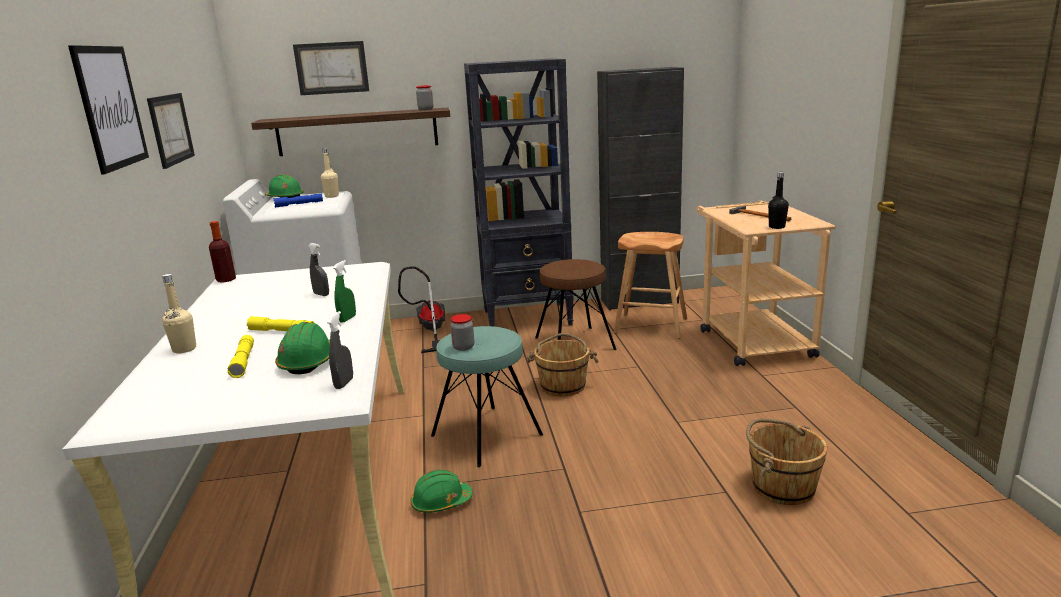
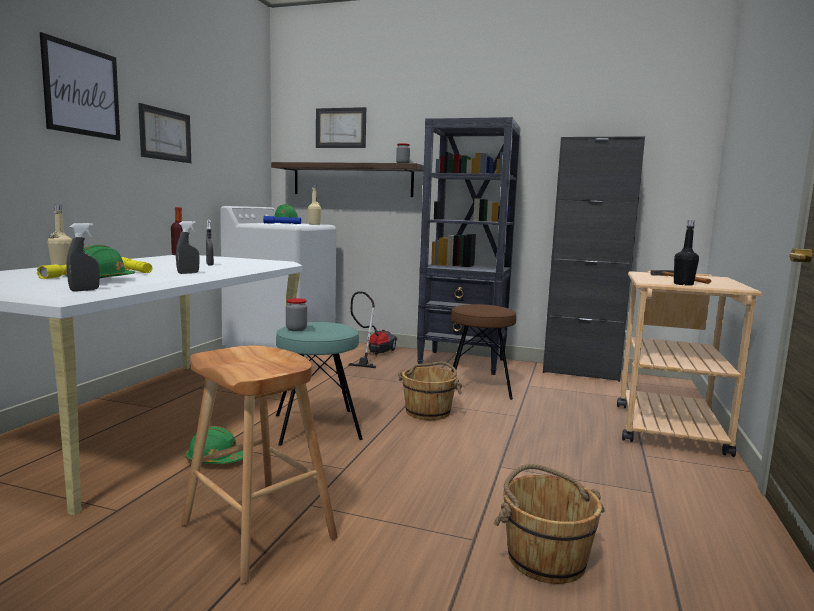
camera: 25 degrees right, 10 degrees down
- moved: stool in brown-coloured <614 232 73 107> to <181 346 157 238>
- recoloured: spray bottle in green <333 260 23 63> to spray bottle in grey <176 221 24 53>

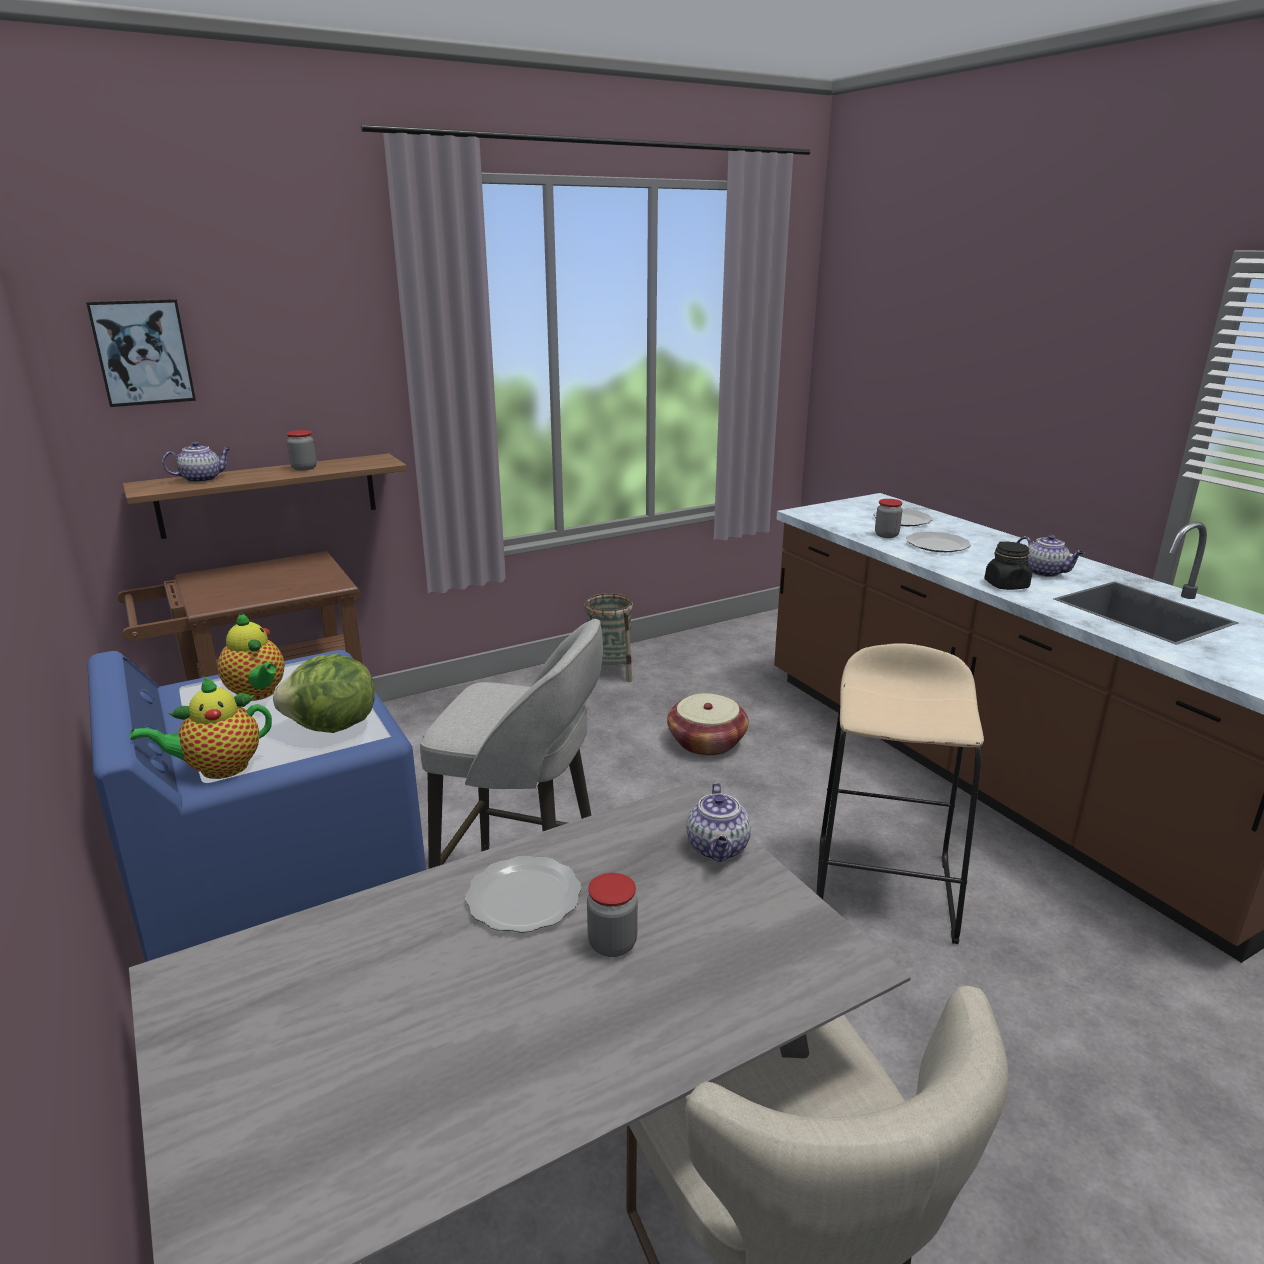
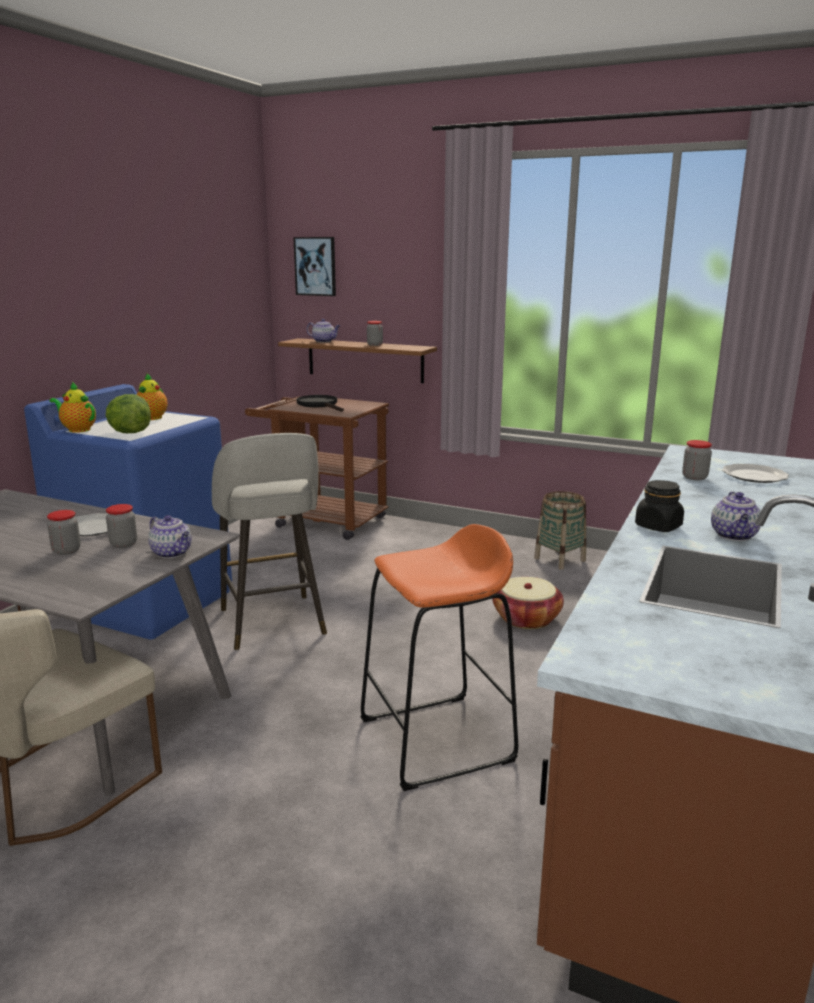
camera: 55 degrees right, 5 degrees down
- removed: dinner plate <906 532 65 20>
- added: preserve jar <106 504 31 44>
- added: frying pan in black <297 395 47 17>
- recoloured: stool in sand-coloured <816 643 168 301> to stool in orangey <360 524 158 267>
- turned: teapot <686 783 65 79> = <148 515 44 43> 105 degrees counterclockwise

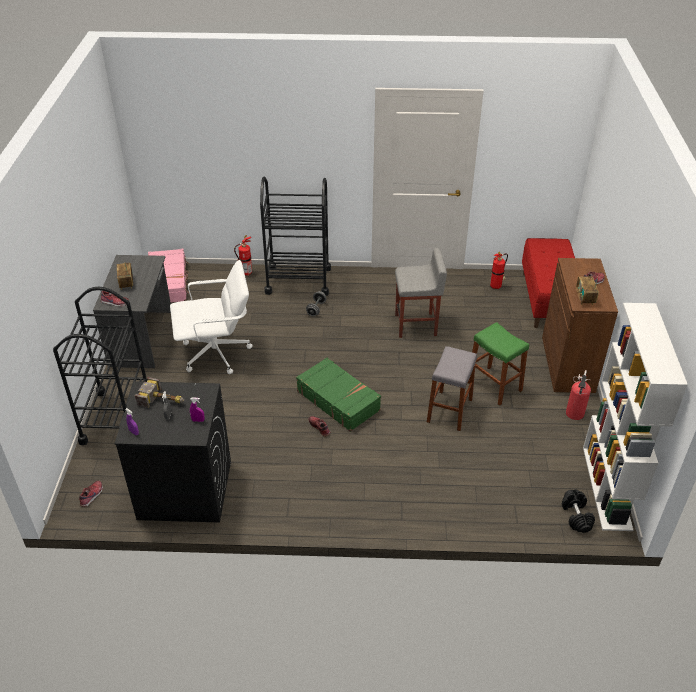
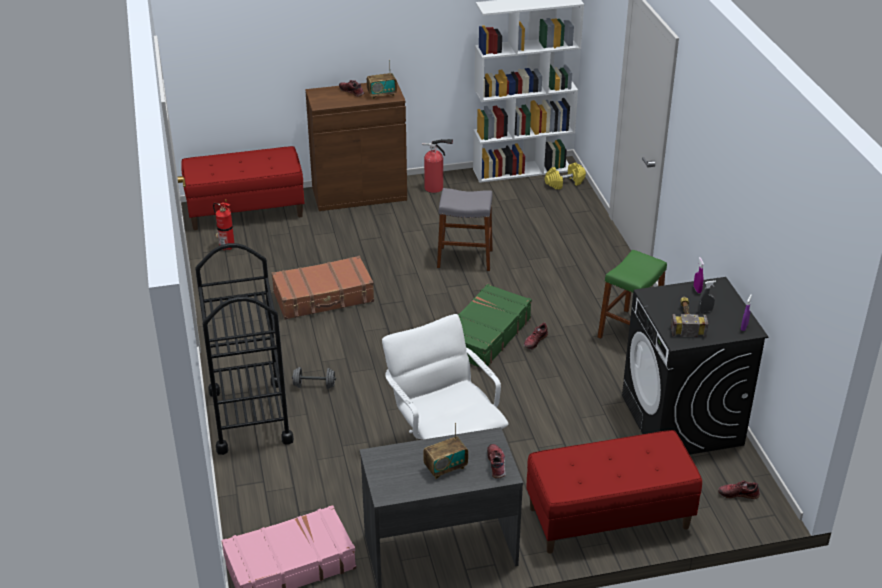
camera: 105 degrees left, 5 degrees down
- removed: fire-fighting cylinder <234 235 18 41>
- moved: stool in green <469 322 60 84> to <598 250 69 89>
- replaced: trolley in black <53 287 94 158> to bench in reddish <526 430 176 124>
- replaced: stool in grey <395 248 52 90> to travel case in brown-coloured <272 256 102 63>
- recoloured: free weight in black <562 489 33 44> to free weight in yellow-coloured <545 163 41 27>

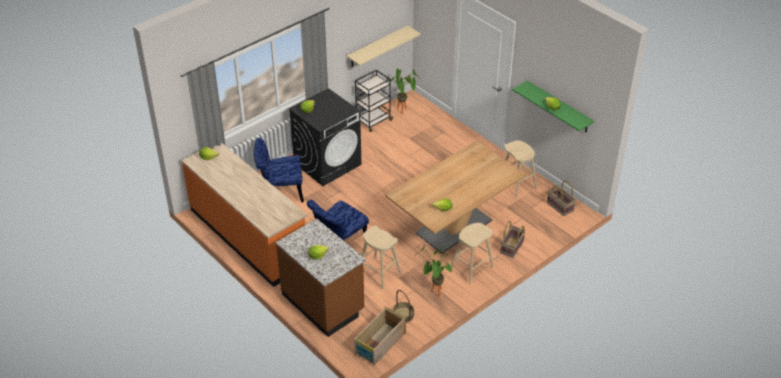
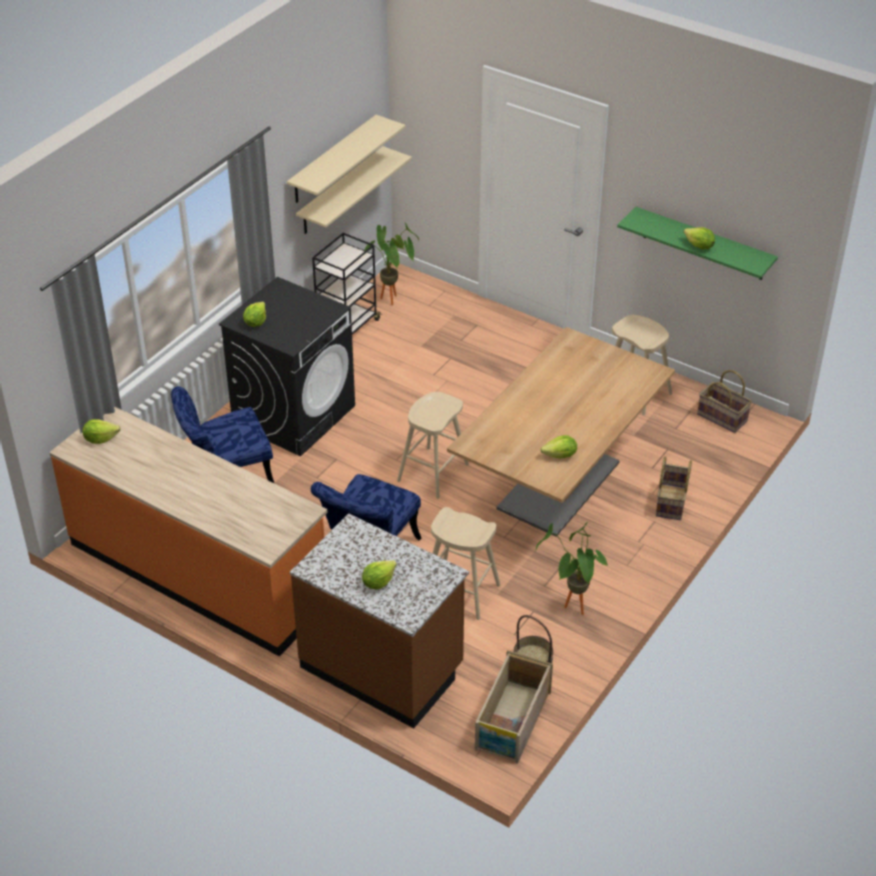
camera: 15 degrees left, 0 degrees up
- added: bracket shelf in sand-coloured <287 115 119 88>
- moved: stool in sand-coloured <451 223 43 61> to <397 392 72 107>

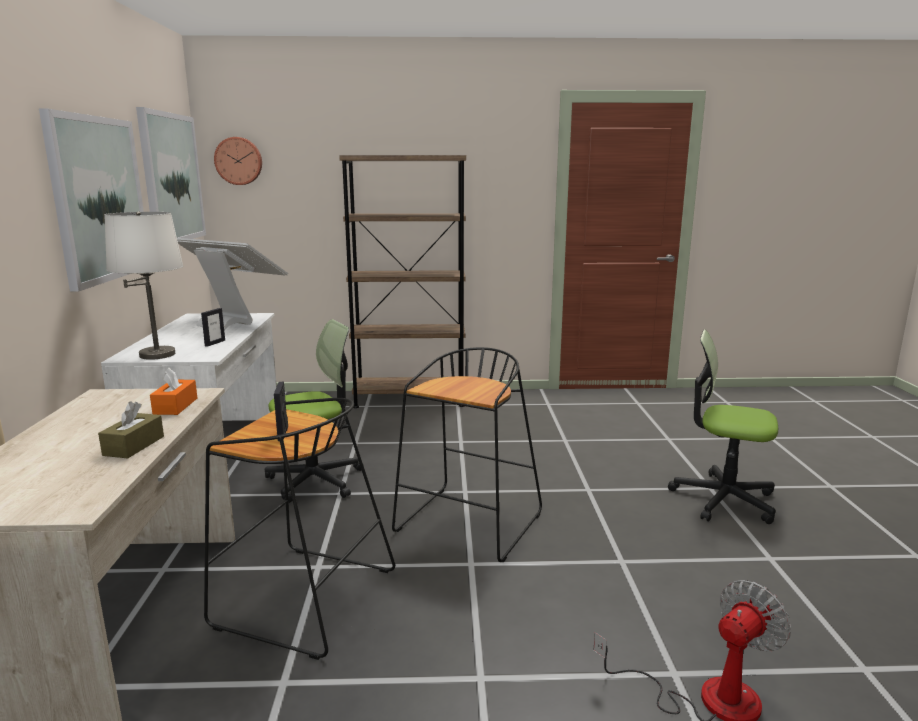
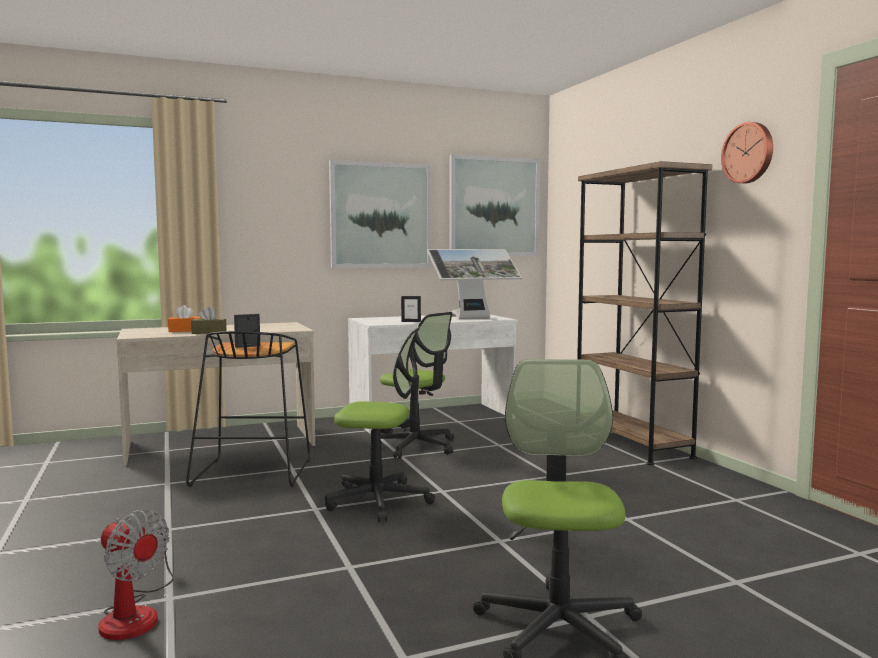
camera: 70 degrees right, 10 degrees down
- removed: tabletop lamp in white-coloured <104 211 79 149>
- moved: tissue box in orangey <150 368 47 47> to <168 305 33 27>
- moved: hanging clock <214 137 48 48> to <721 122 52 61>
- replaced: stool in black <392 347 150 215> to desk chair <325 327 110 195>
- turned: monitor <177 238 111 93> = <427 249 95 70> 60 degrees clockwise

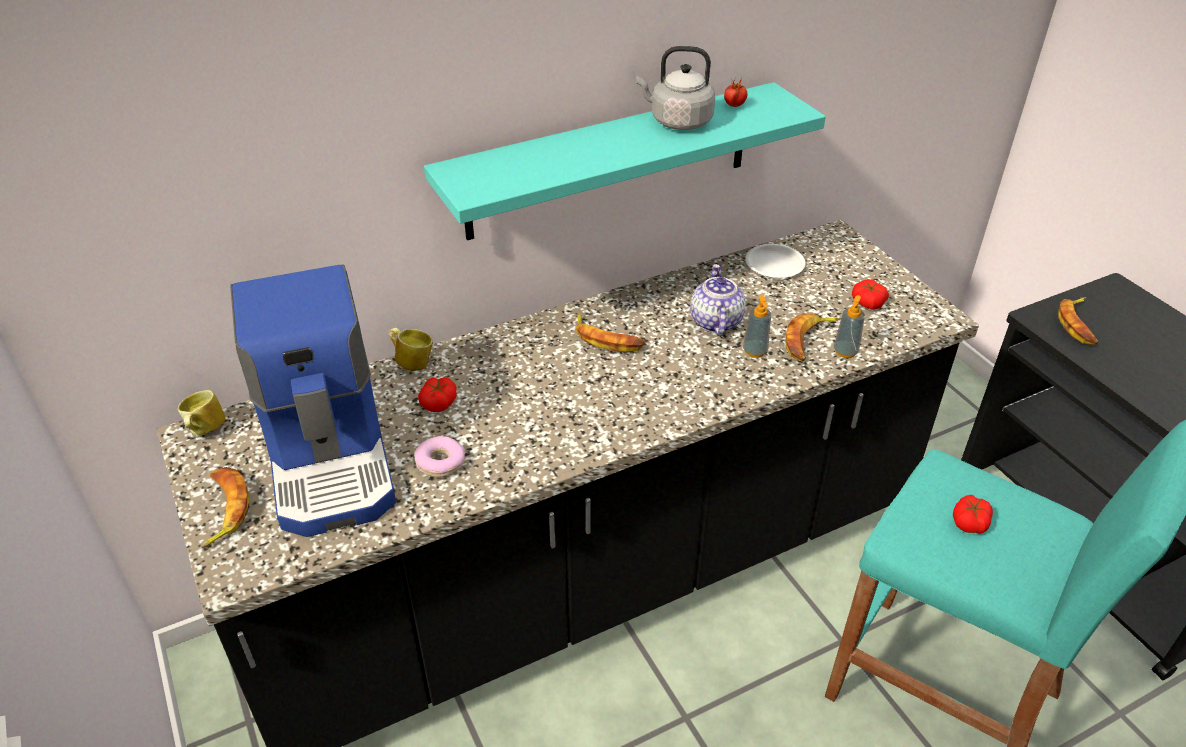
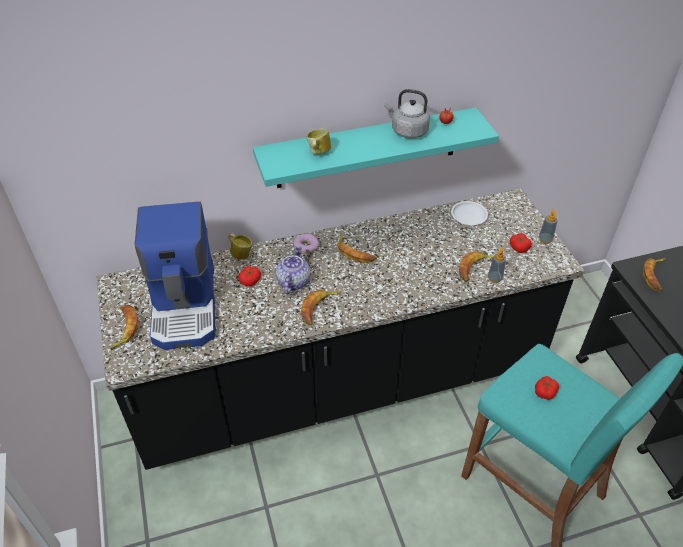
camera: 10 degrees right, 5 degrees up
- added: whole banana <301 289 40 36>
- moved: coffee mug <178 390 47 46> to <307 128 24 27>
- moved: donut <414 436 51 41> to <294 233 25 21>
- moved: teapot <690 264 56 72> to <276 245 34 49>
- moved: soap bottle <743 295 28 63> to <539 209 19 35>

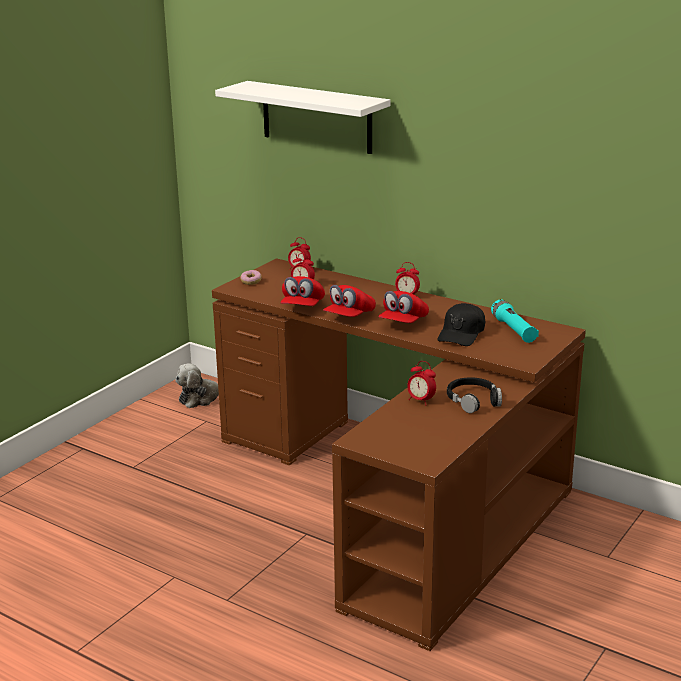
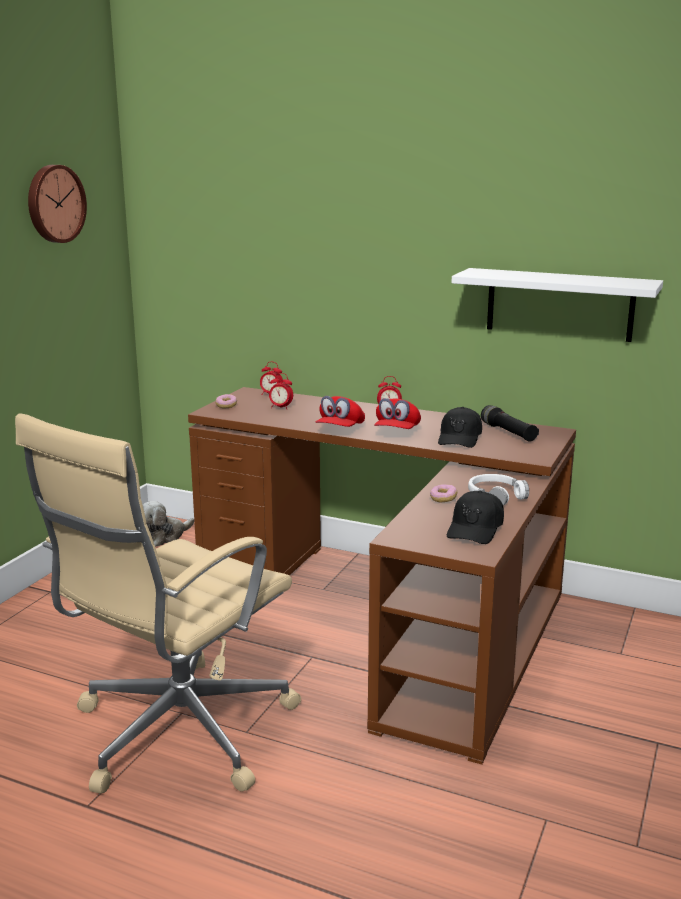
camera: 10 degrees left, 5 degrees down
- removed: peaked cap in reddish <281 276 44 30>
- added: desk chair in sand-coloured <15 413 286 381>
- added: hanging clock <28 165 59 78>
- added: peaked cap in black <447 491 57 53>
- moved: bracket shelf in white-coloured <215 81 176 73> to <451 268 212 74>
- replaced: alarm clock <407 361 29 44> to donut <430 484 27 19>
- recoloured: pair of headphones in black <447 377 55 36> to pair of headphones in white-coloured <468 474 61 31>
- recoloured: torch in blue-green <491 299 48 44> to torch in black <481 405 58 37>

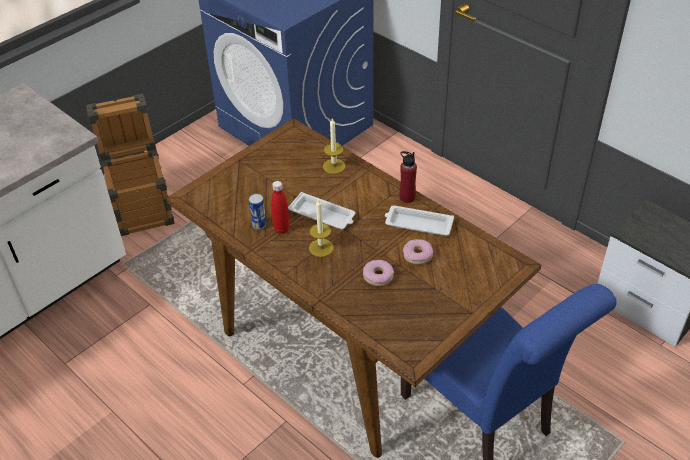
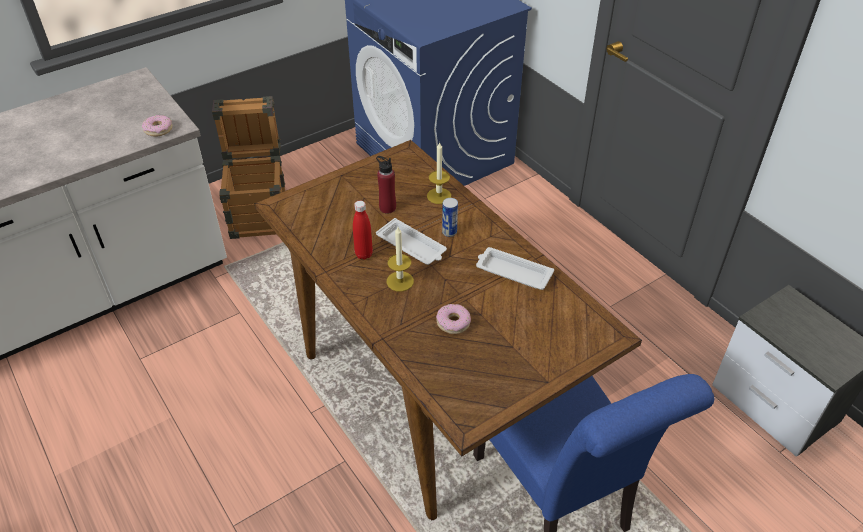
camera: 10 degrees right, 0 degrees up
- moved: metal can <249 194 17 36> to <442 198 16 39>
- moved: beverage bottle in reddish <400 151 17 52> to <376 156 20 58>
- moved: donut <403 239 30 26> to <142 115 31 22>

